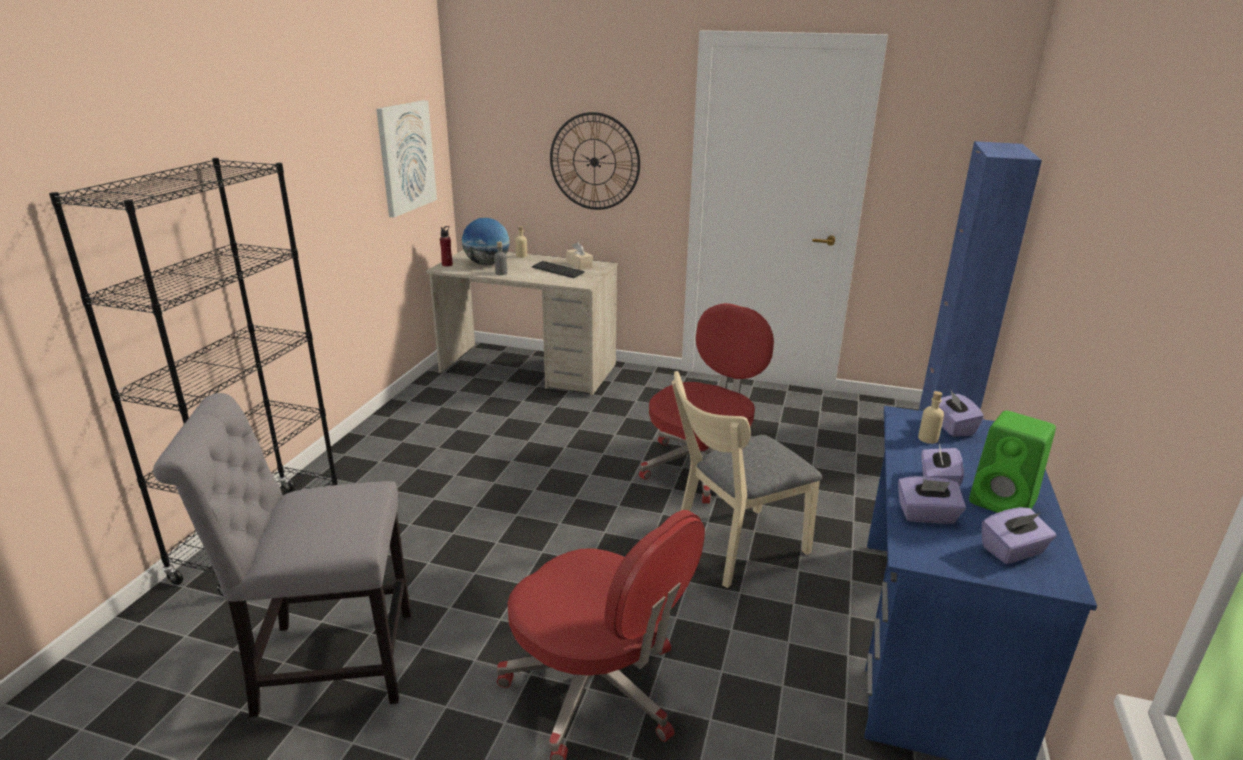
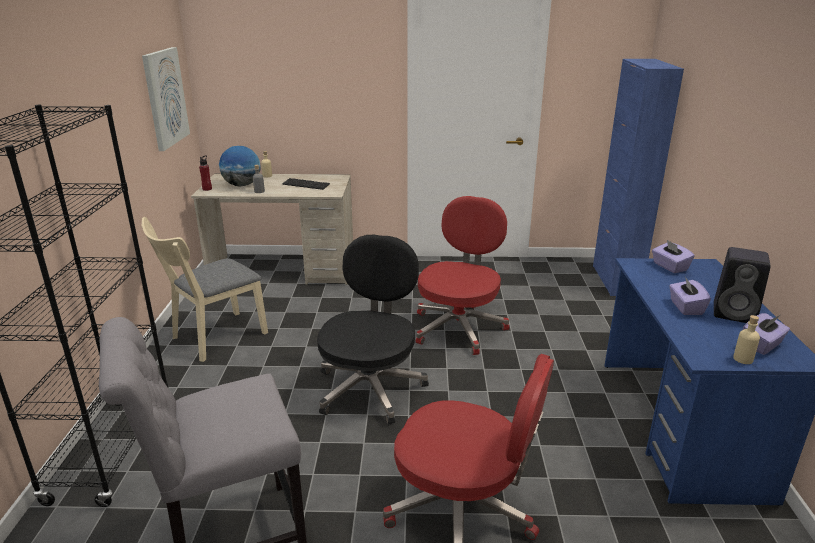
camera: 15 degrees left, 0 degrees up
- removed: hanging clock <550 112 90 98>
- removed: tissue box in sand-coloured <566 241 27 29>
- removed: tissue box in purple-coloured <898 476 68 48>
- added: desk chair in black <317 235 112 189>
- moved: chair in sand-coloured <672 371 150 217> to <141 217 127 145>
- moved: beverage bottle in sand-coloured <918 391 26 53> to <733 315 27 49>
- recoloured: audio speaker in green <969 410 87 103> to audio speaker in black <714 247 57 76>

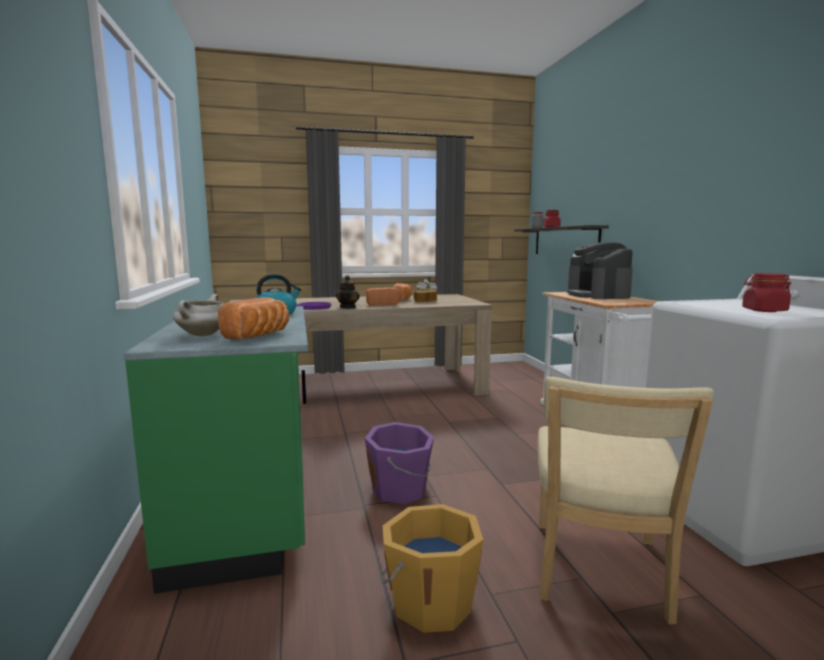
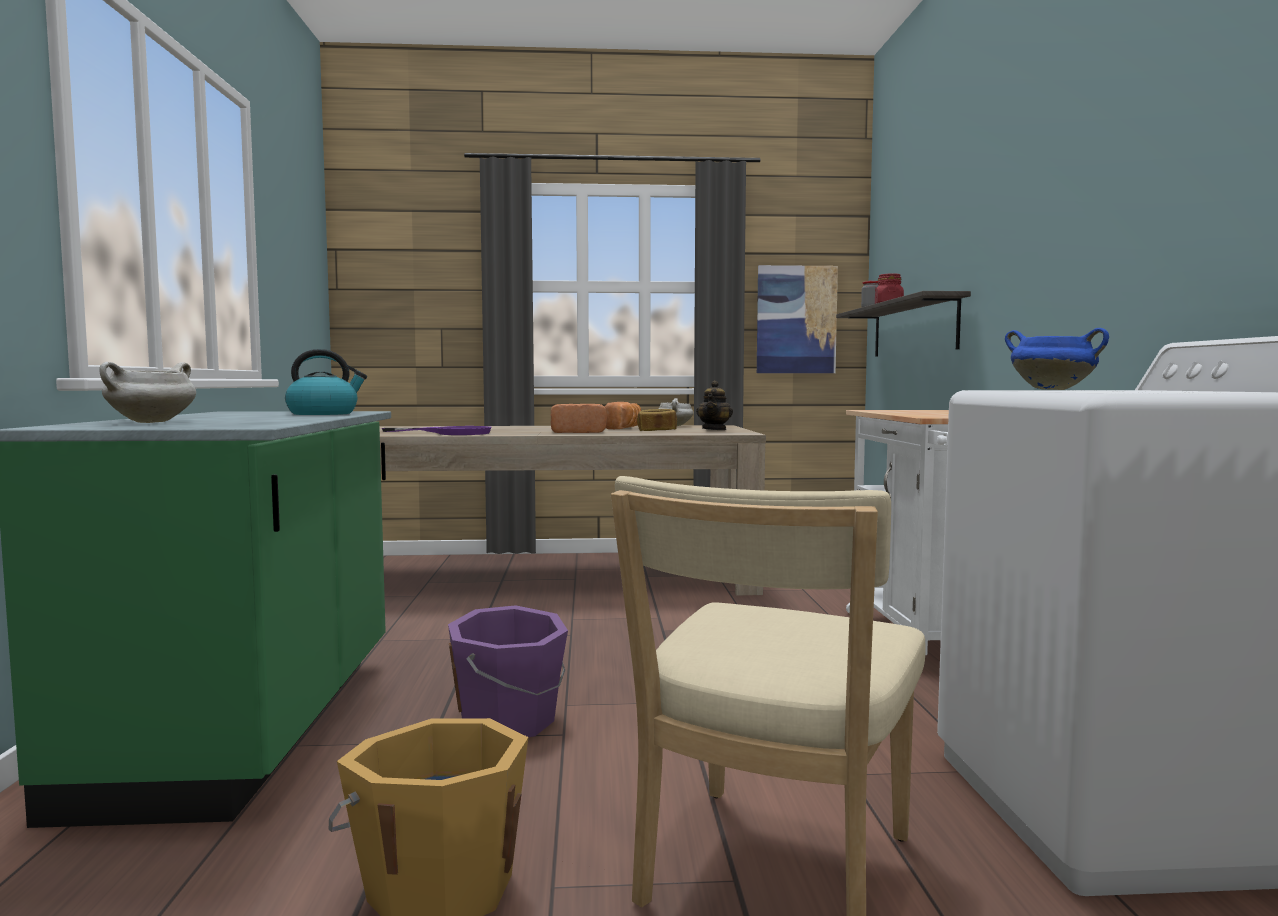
camera: 10 degrees right, 5 degrees down
- removed: bakery bread <218 297 71 42>
- removed: coffee machine <567 242 66 57>
- removed: preserve jar in reddish <742 273 49 39>
- added: picture <757 265 81 108>
- added: stockpot in blue <1005 328 104 62>
- moved: teapot <336 275 24 34> to <696 380 37 50>

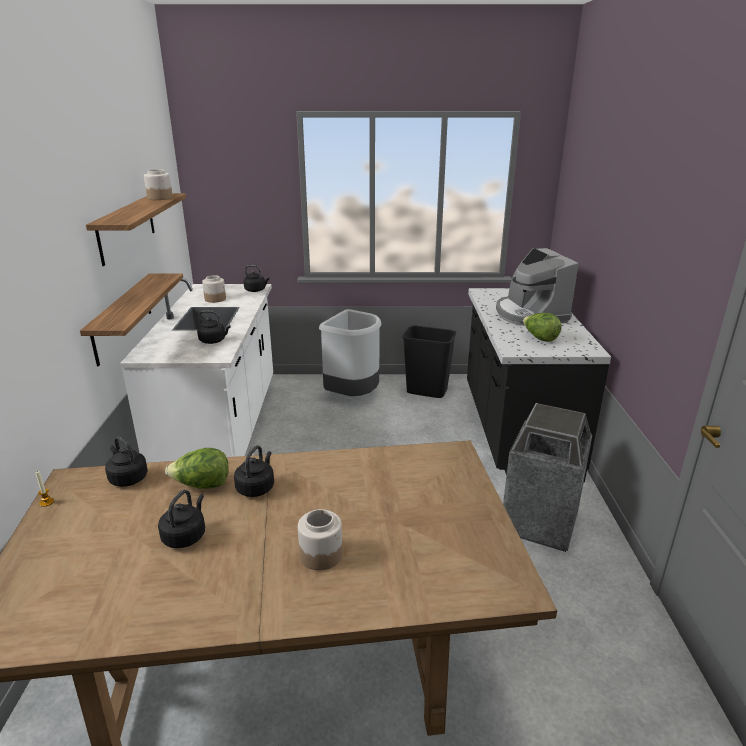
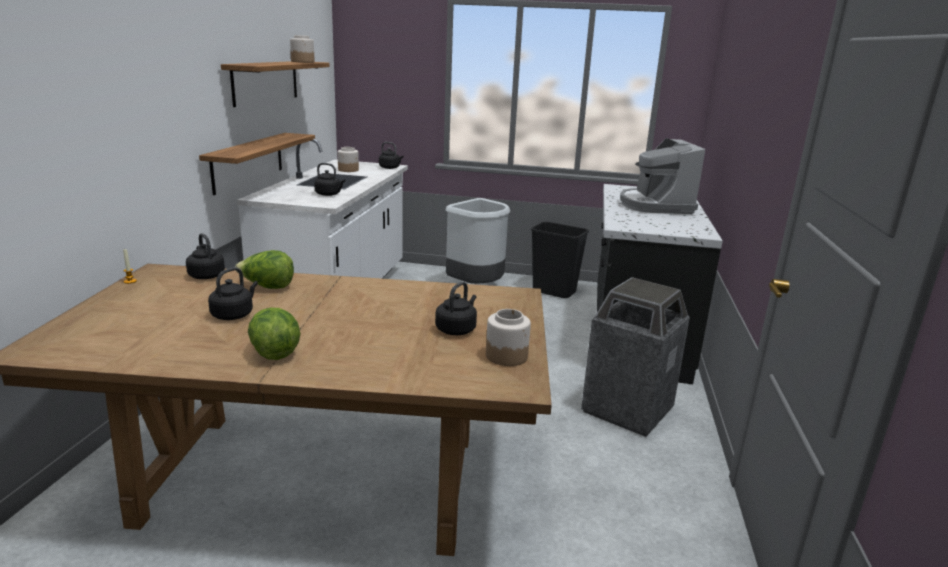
camera: 10 degrees right, 5 degrees down
- moved: water kettle in black <234 445 40 52> to <435 281 42 54>
- moved: preserve jar <298 509 44 61> to <486 309 45 57>
- moved: lettuce head <523 313 39 29> to <248 307 53 53>

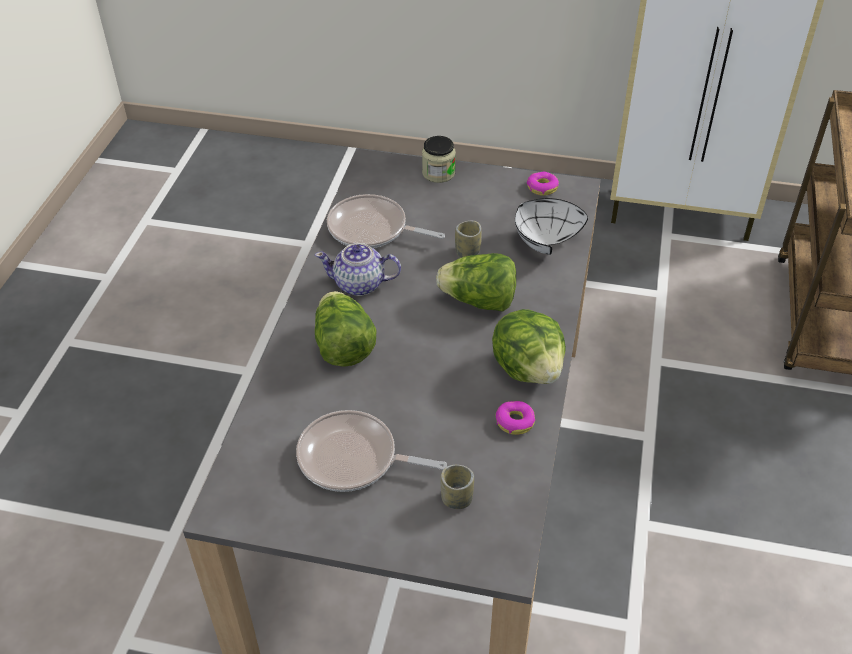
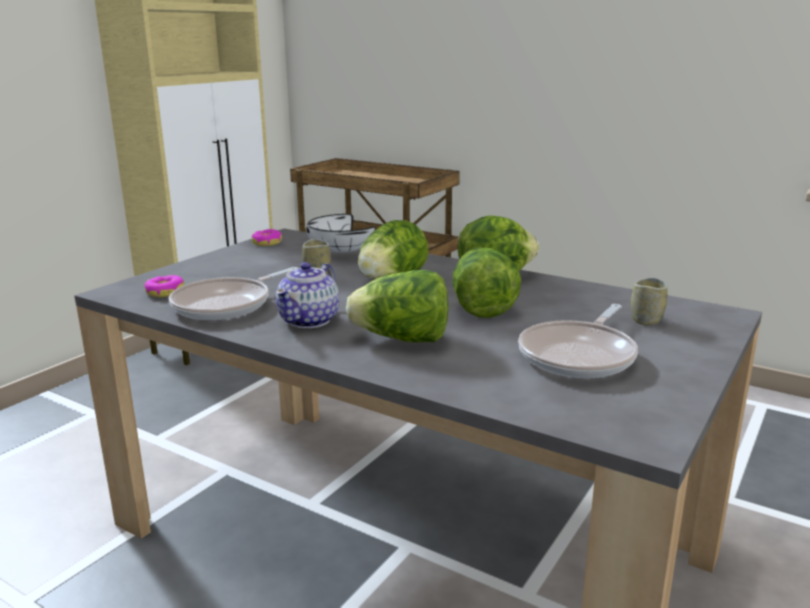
camera: 70 degrees left, 25 degrees down
- removed: preserve jar <422 136 34 47>
- added: lettuce head <452 247 69 71>
- moved: donut <496 401 39 34> to <145 275 39 22>

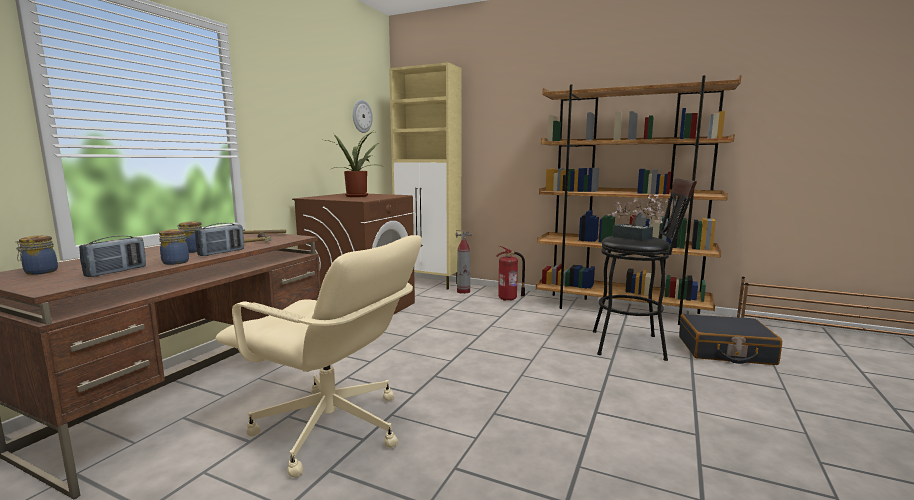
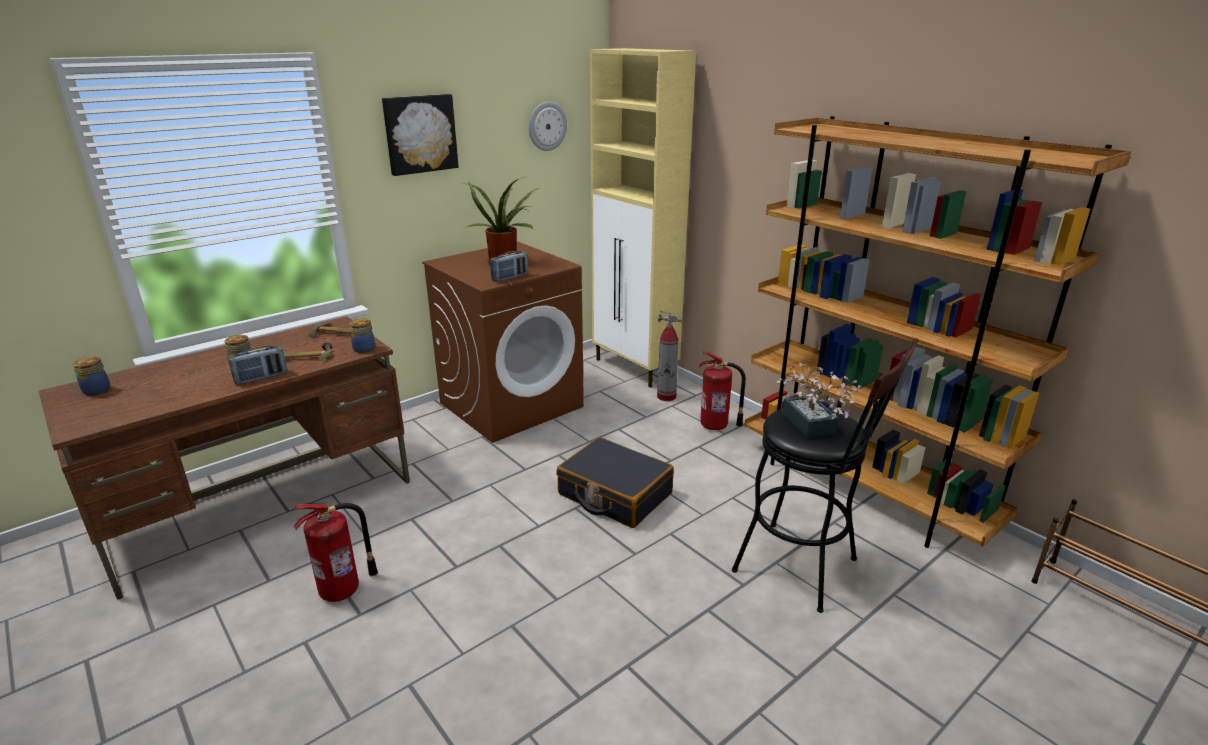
camera: 25 degrees right, 15 degrees up
- added: picture <382 94 77 82>
- moved: radio receiver <79 236 67 41> to <490 251 38 31>
- moved: preserve jar <159 229 30 36> to <349 319 26 34>
- moved: travel case in black <679 314 103 51> to <556 437 118 91>
- replaced: desk chair in sand-coloured <215 235 207 242> to fire-fighting cylinder <294 503 84 99>

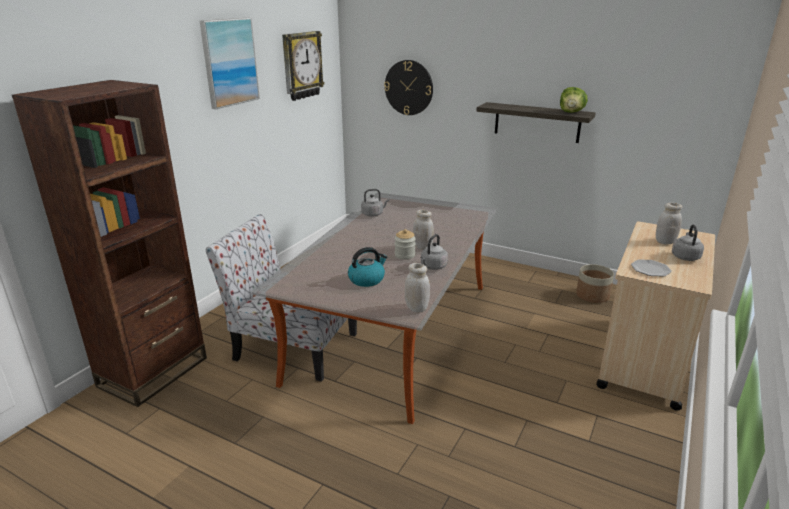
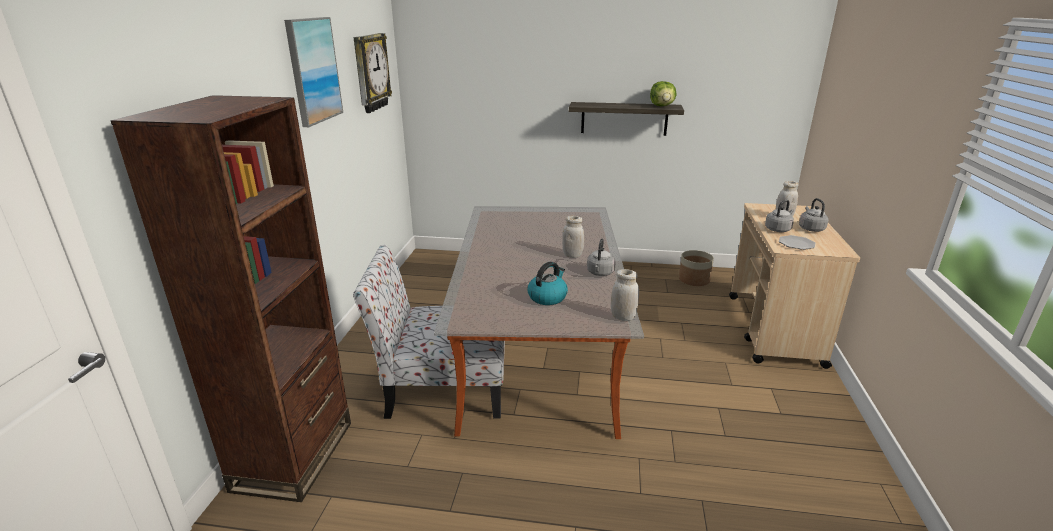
camera: 20 degrees left, 0 degrees up
- removed: hanging clock <384 60 49 55>
- removed: preserve jar <395 229 21 31>
- moved: water kettle in grey <361 189 28 27> to <765 200 29 32>

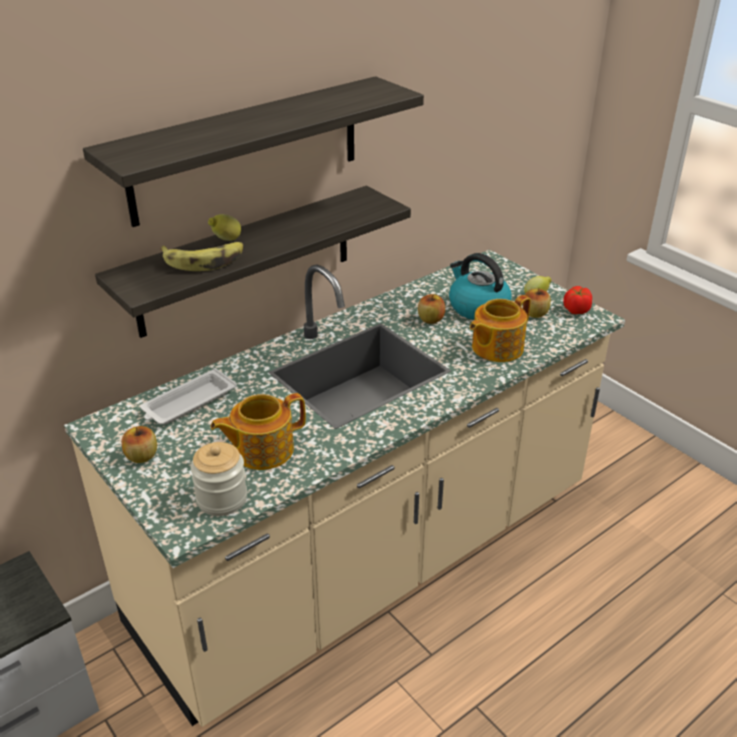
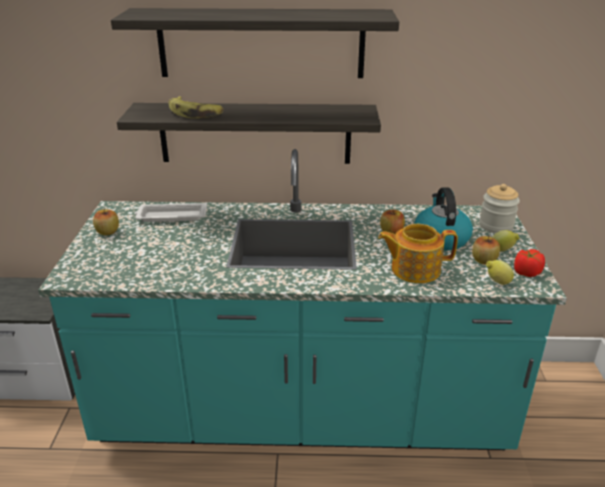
camera: 40 degrees right, 5 degrees down
- removed: teapot <211 393 95 77>
- moved: preserve jar <191 442 56 74> to <479 184 41 49>
- moved: citrus fruit <208 214 33 27> to <486 260 28 25>
- recoloured: kitchen counter in sand-coloured <64 249 561 478> to kitchen counter in blue-green <38 149 529 301>

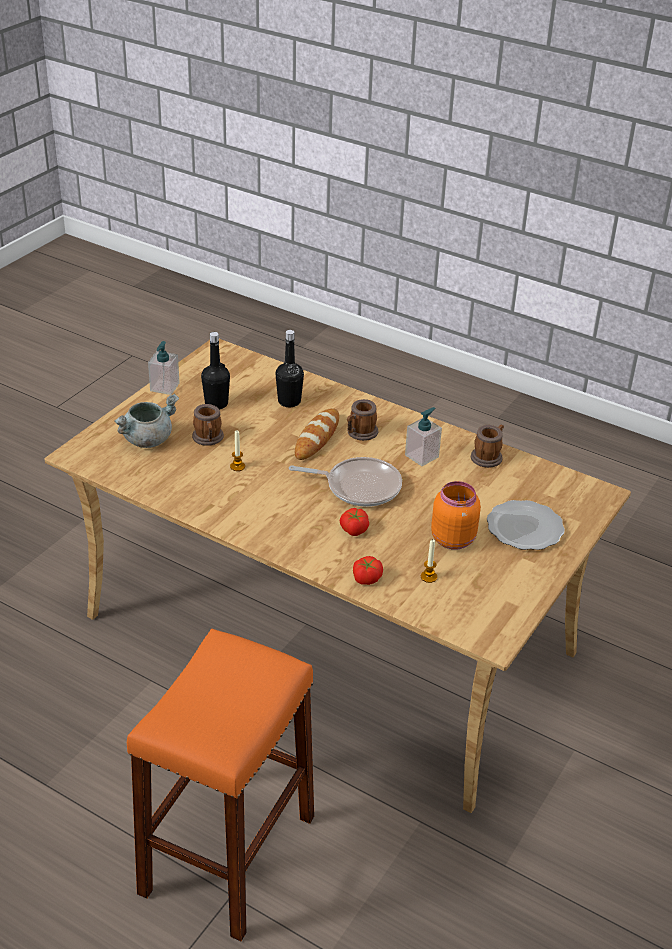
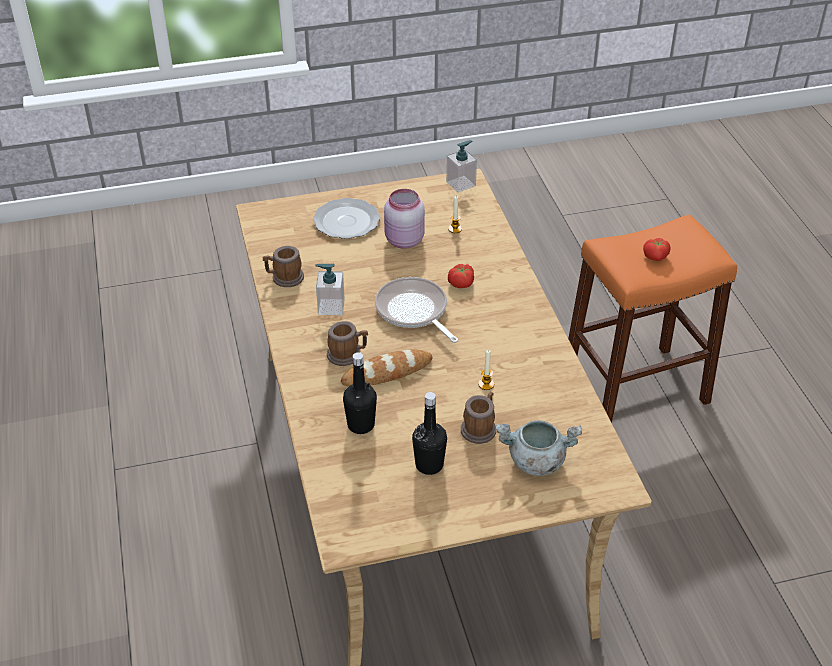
camera: 135 degrees left, 5 degrees up
- moved: soap bottle <148 341 32 54> to <446 140 31 53>
- moved: whole tomato <353 556 30 29> to <643 238 28 23>
- recoloured: preserve jar in orangey <431 481 50 69> to preserve jar in pink <384 189 41 60>

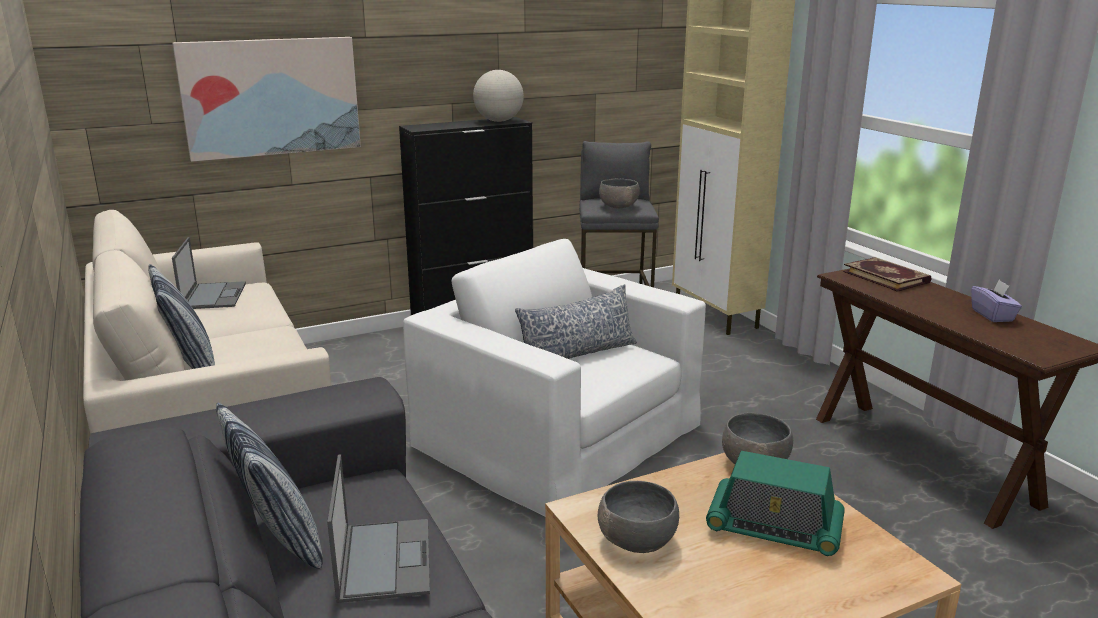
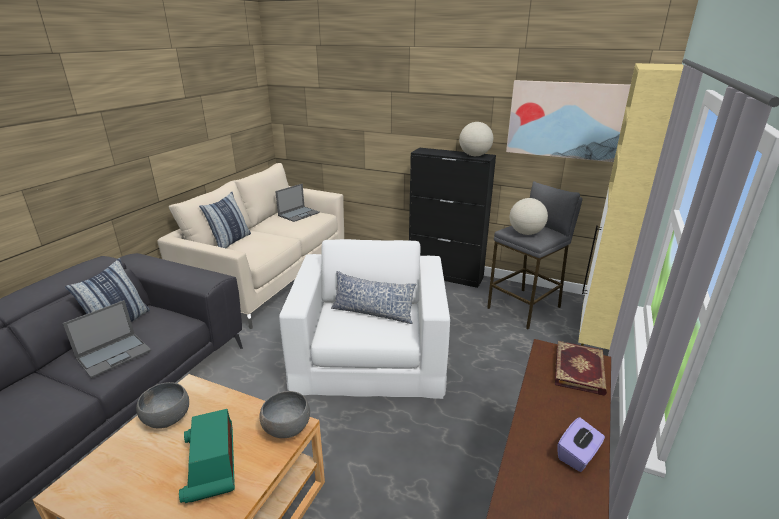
camera: 50 degrees right, 5 degrees up
- moved: picture <172 37 189 125> to <506 80 124 82>
- replaced: deep dish in grey <599 179 41 29> to globe <510 198 38 37>

